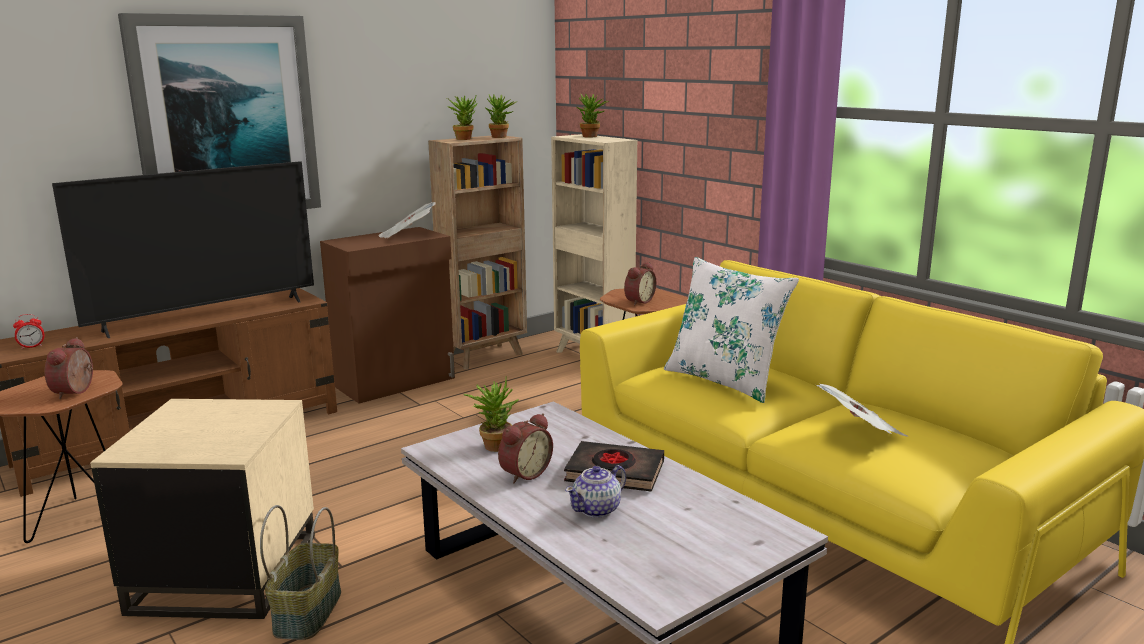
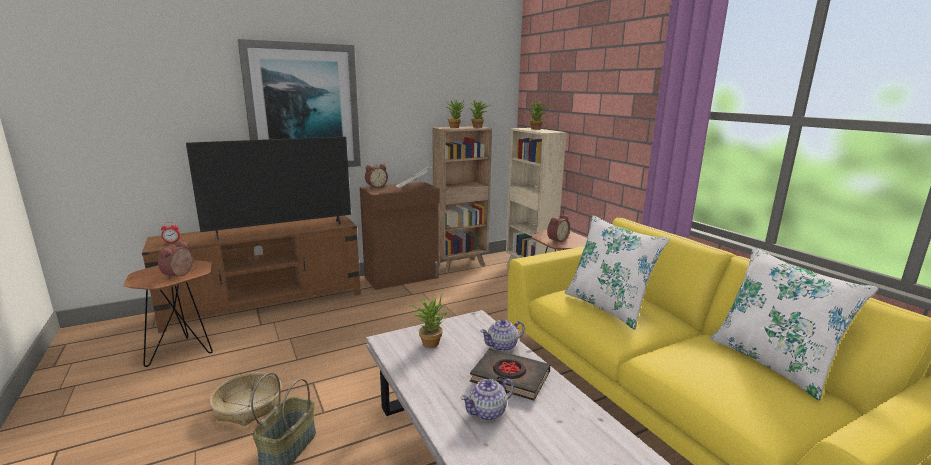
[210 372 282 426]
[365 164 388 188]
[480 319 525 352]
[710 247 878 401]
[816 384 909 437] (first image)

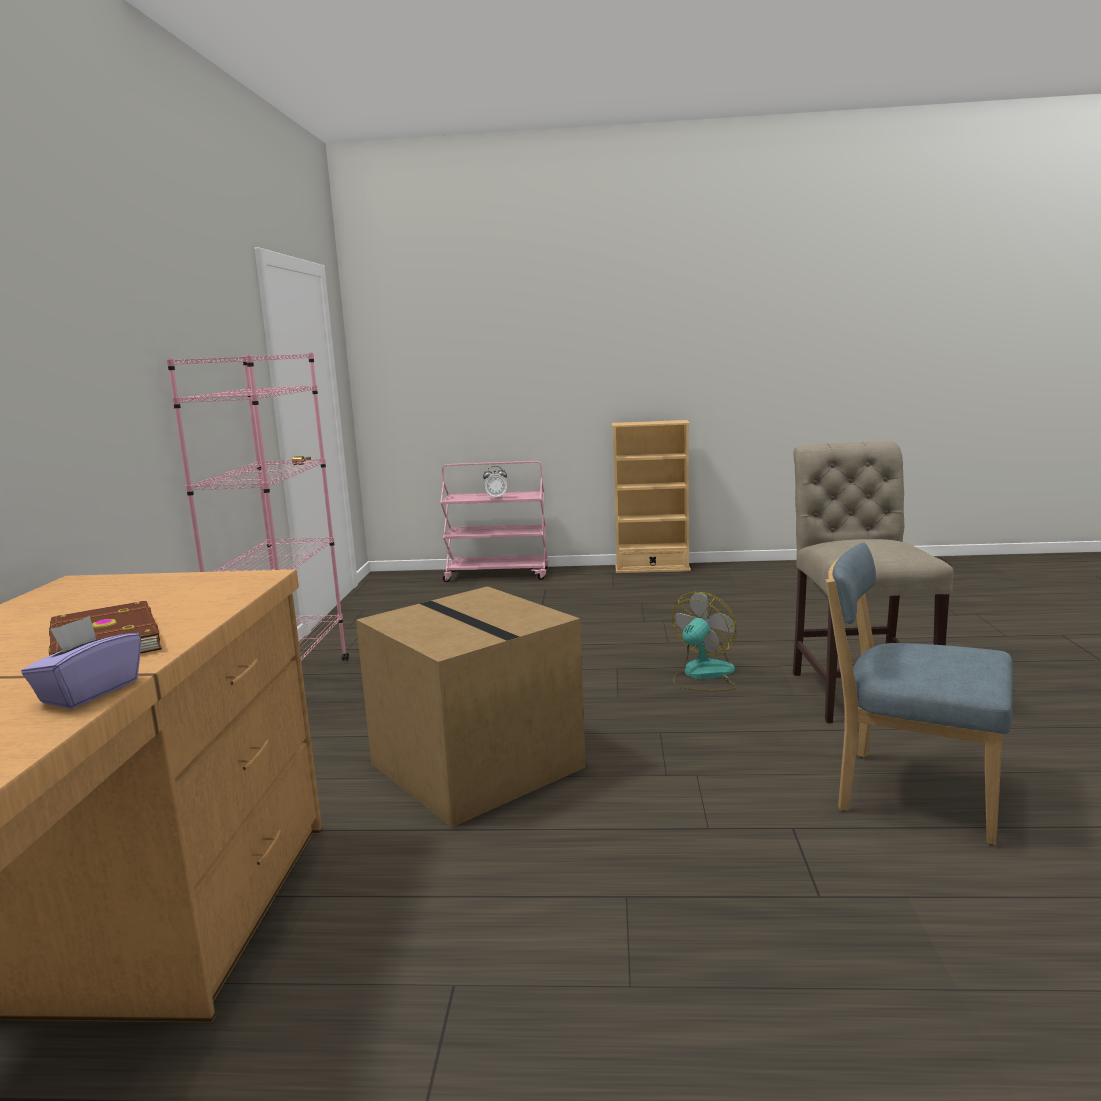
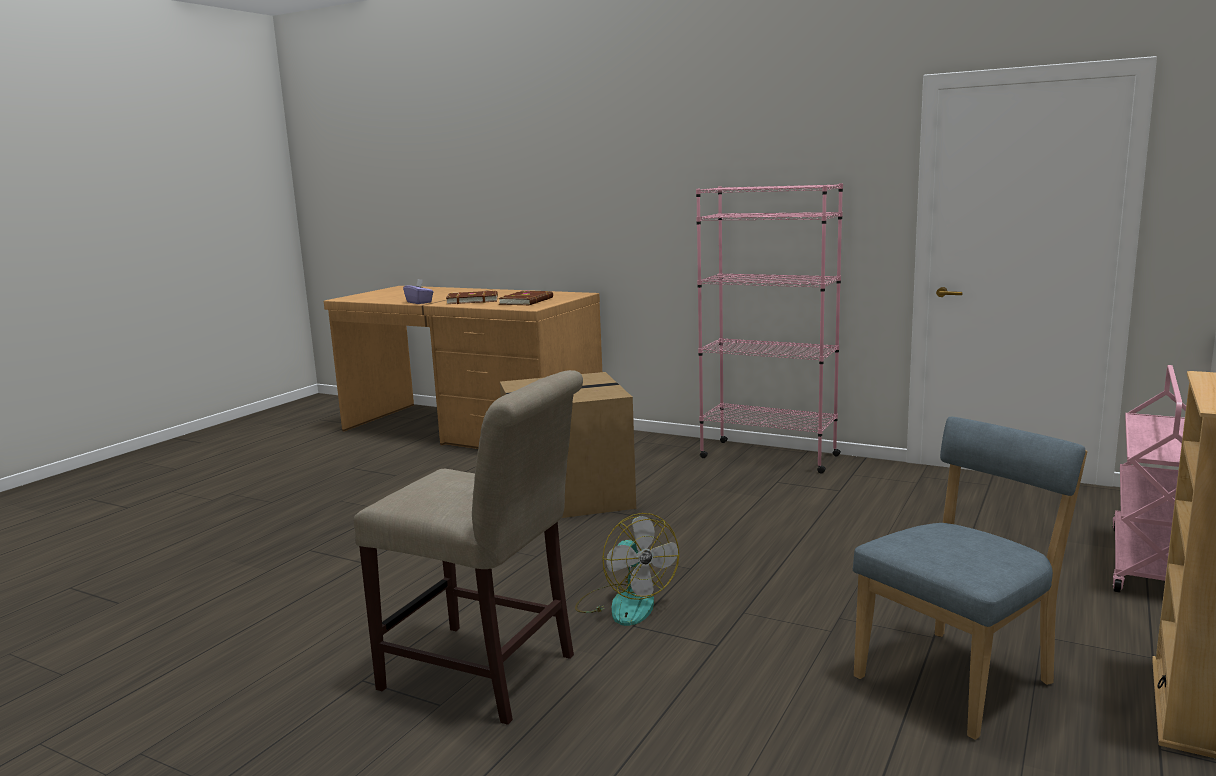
[498 290 553 305]
[853 417 1088 740]
[483 466 507 498] (first image)

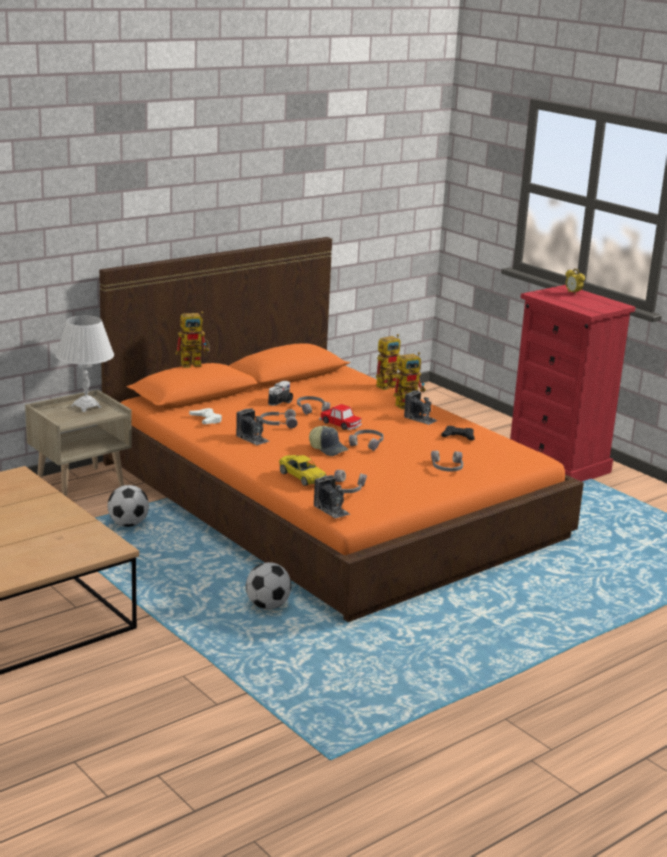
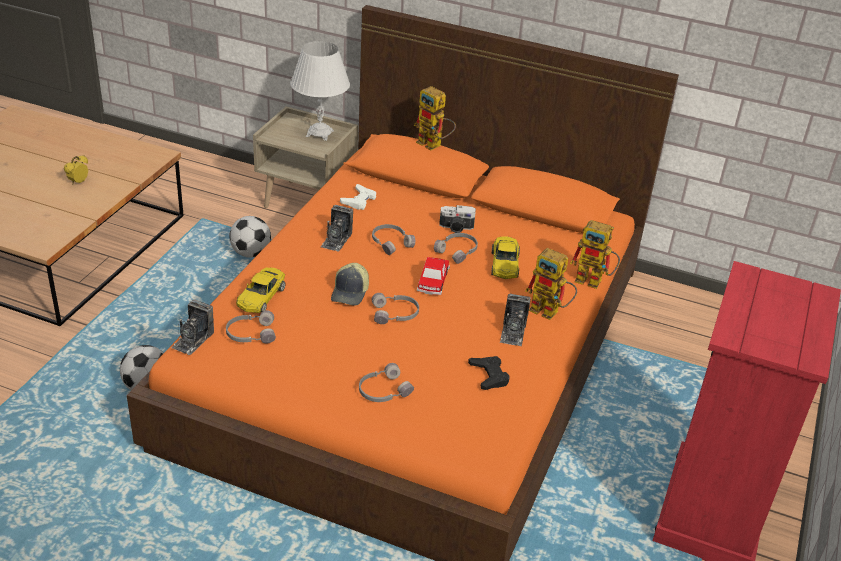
[64 155 88 185]
[491 236 520 279]

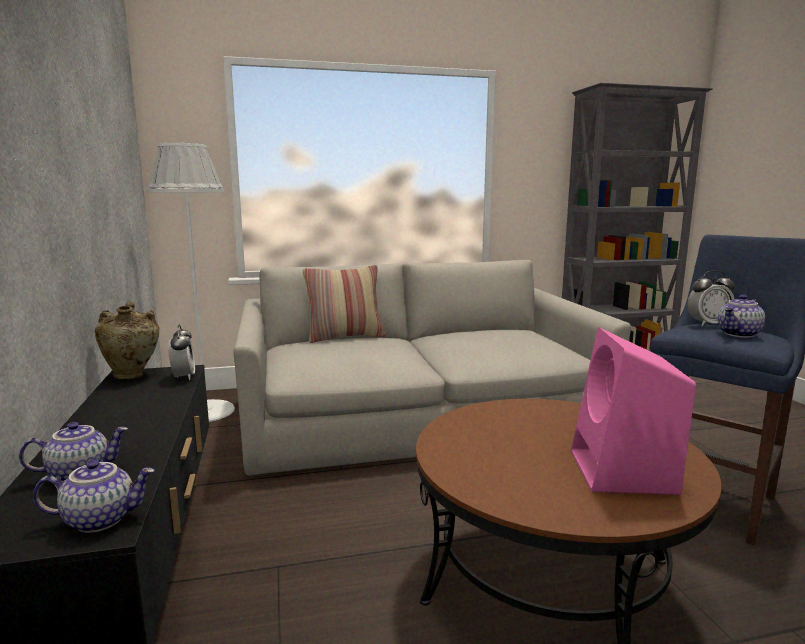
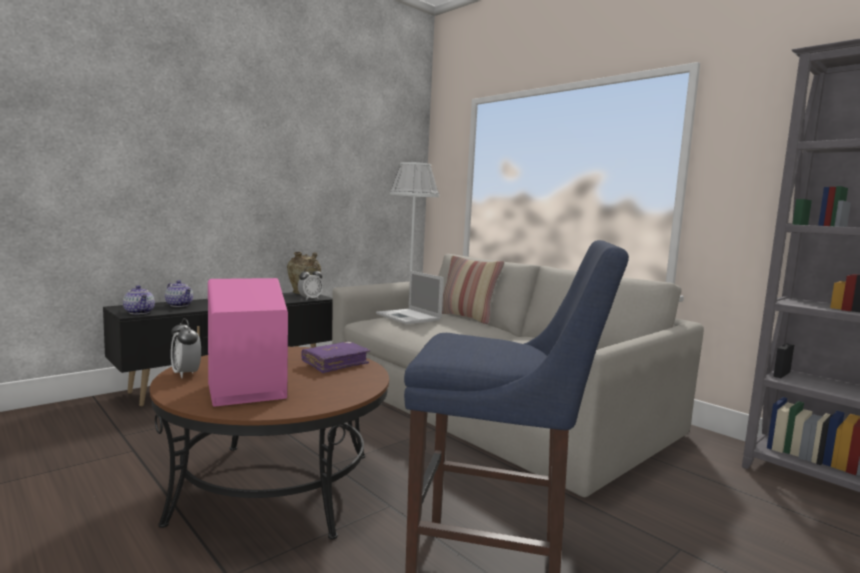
[171 318 201 378]
[301 341 370 373]
[376 271 444 324]
[717 295 765 338] (first image)

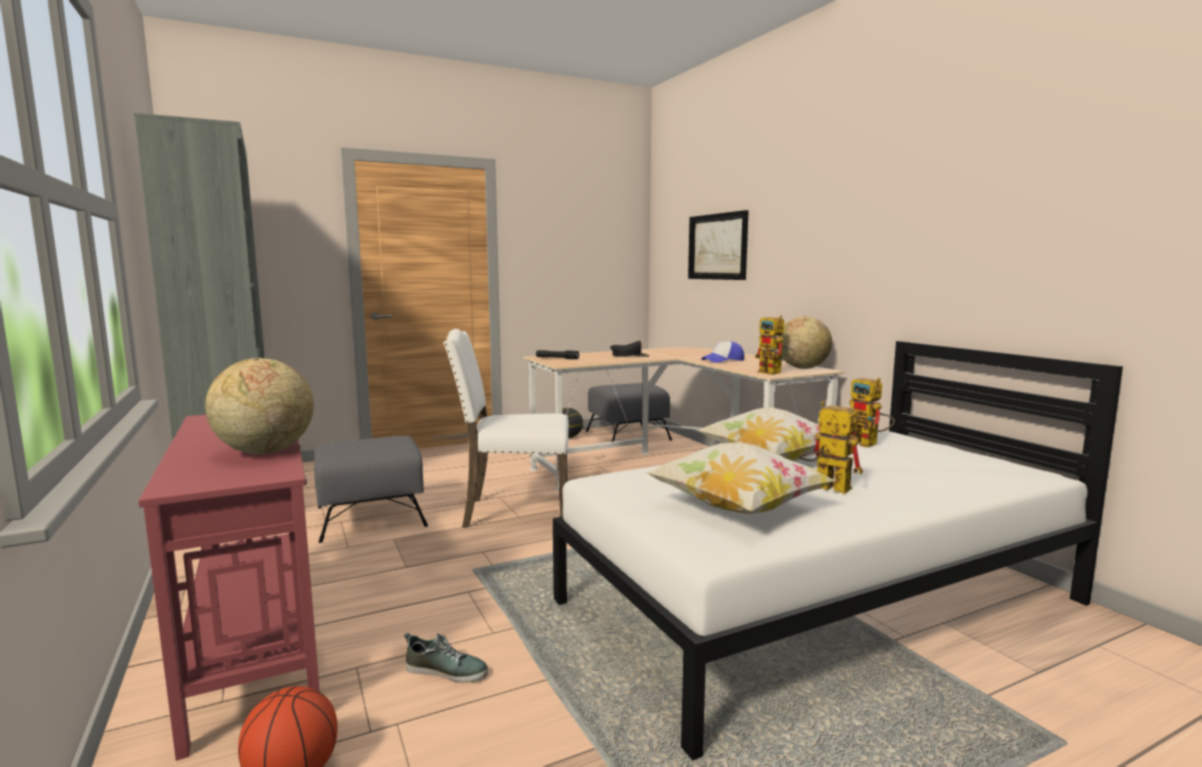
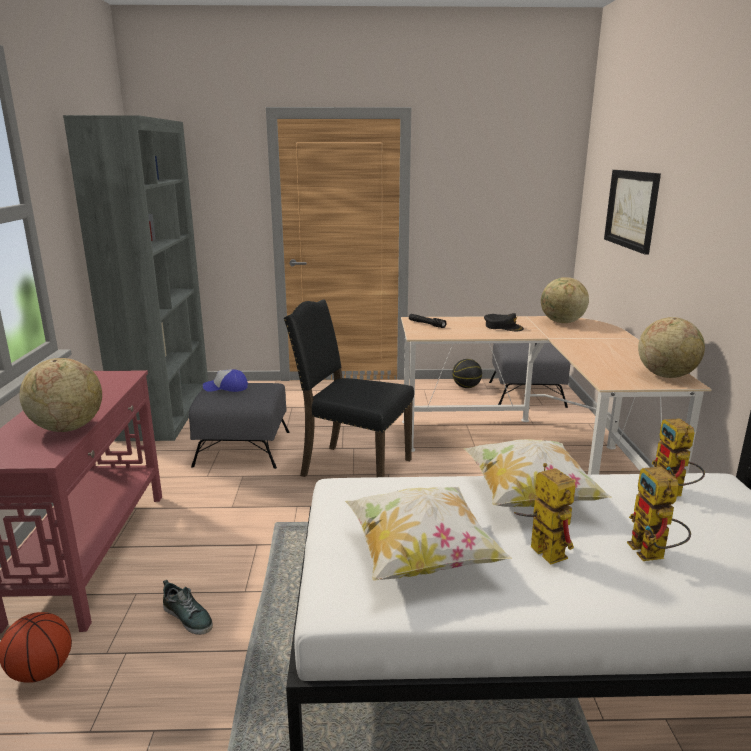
[203 369 248 392]
[284 300 414 477]
[541 277 589 323]
[627 467 691 561]

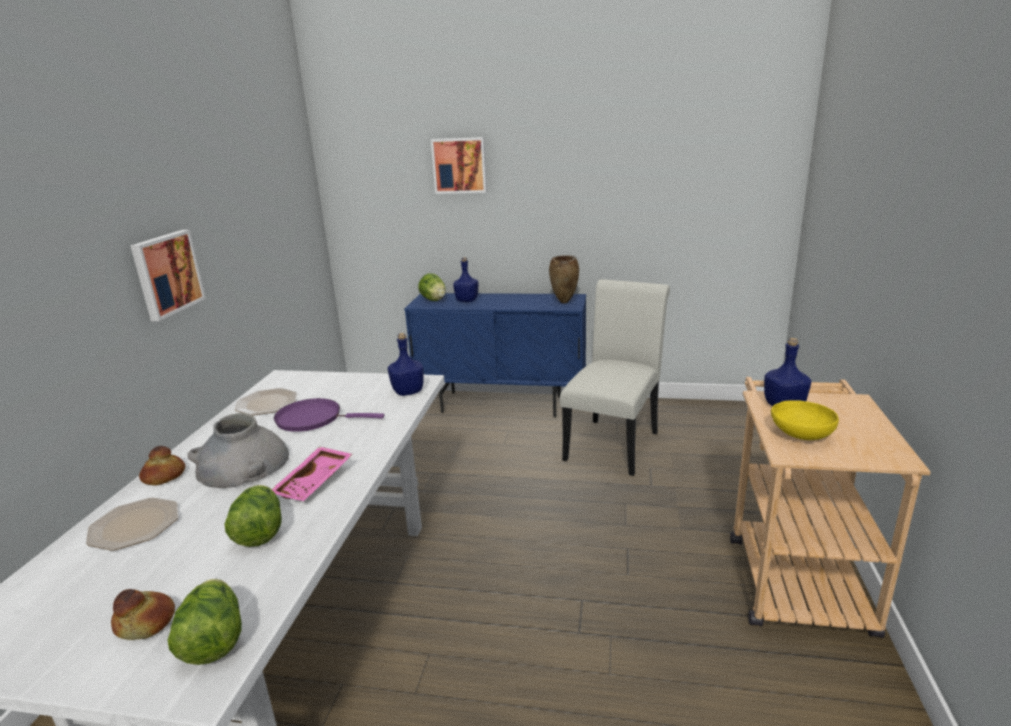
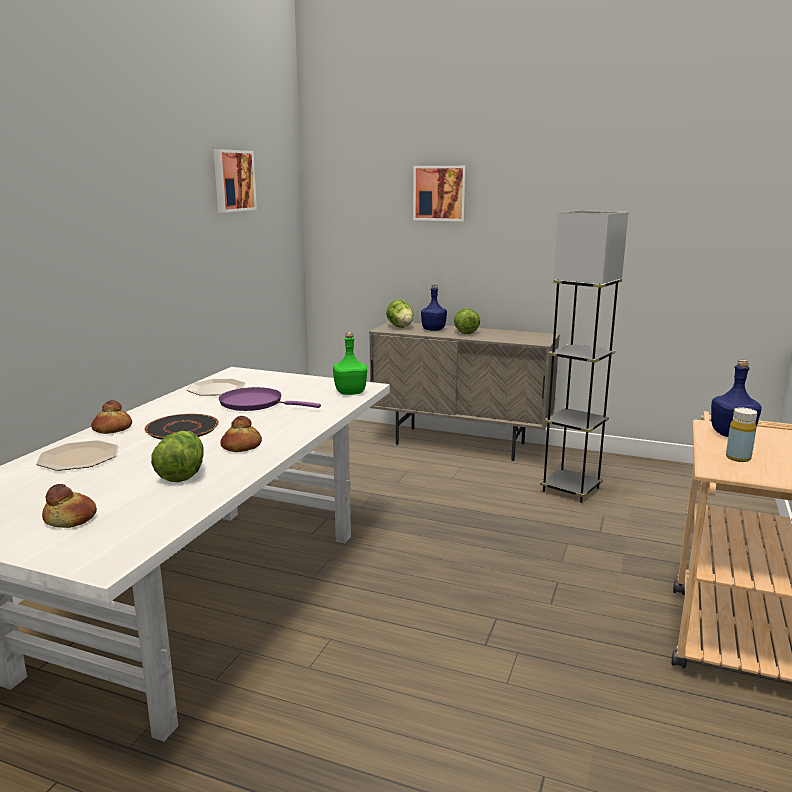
[144 414 219 440]
[214 149 257 213]
[220 416 262 452]
[333 332 367 395]
[369 321 560 461]
[454 308 480 334]
[540 210 628 503]
[726 408 757 462]
[549 255 579 303] (first image)

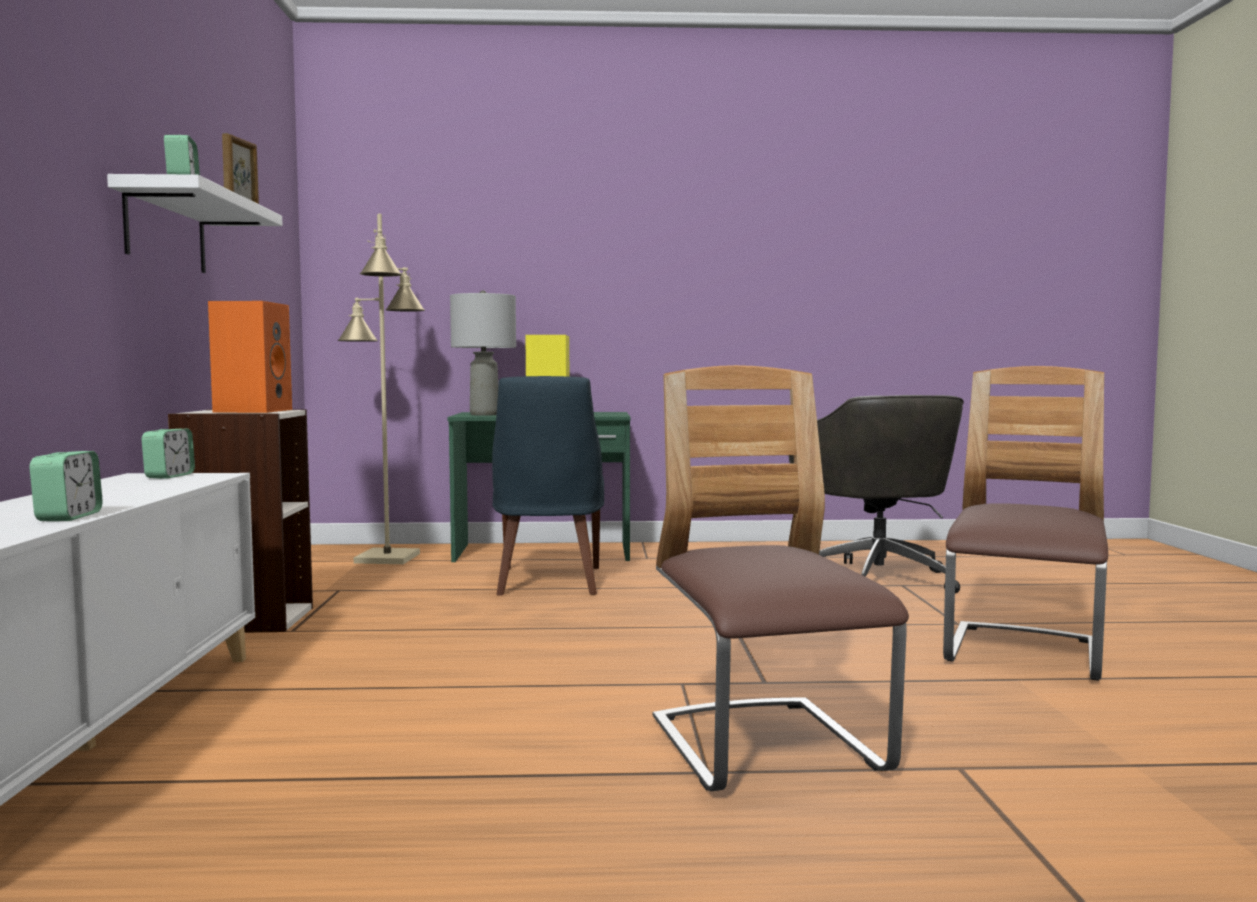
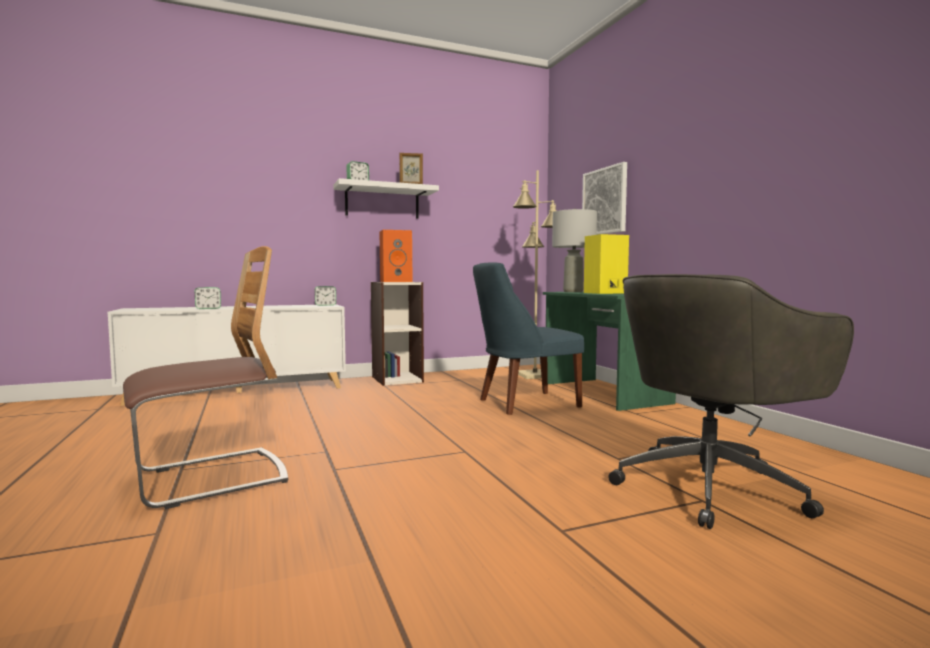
[582 162 627 235]
[943 366 1108 681] (first image)

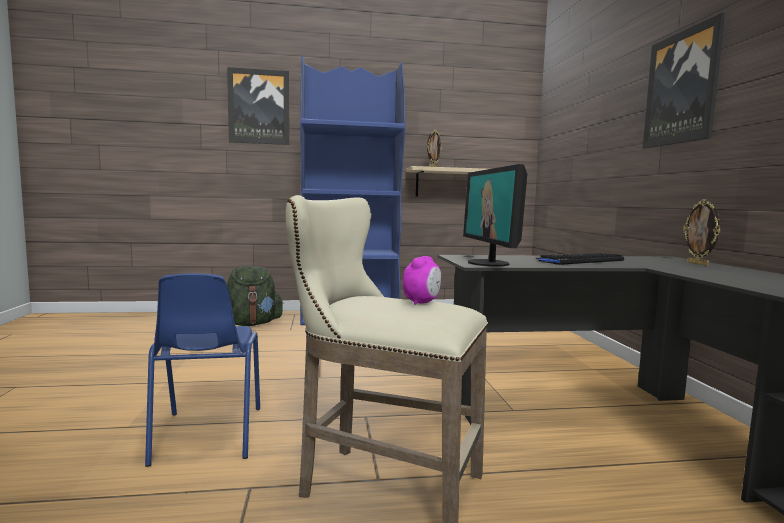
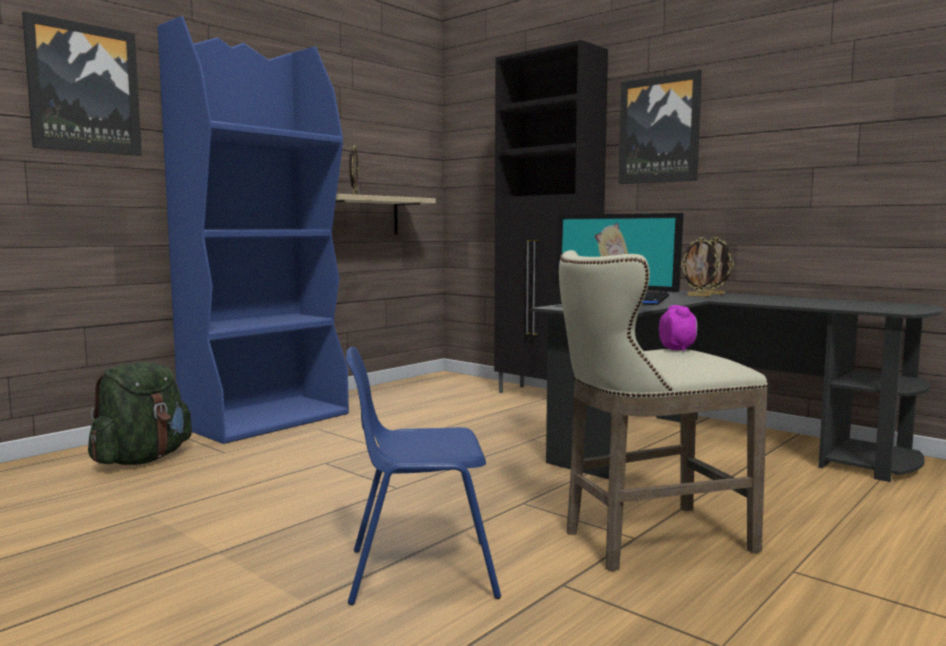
[346 347 501 605]
[494 40 608 393]
[681 237 720 297]

